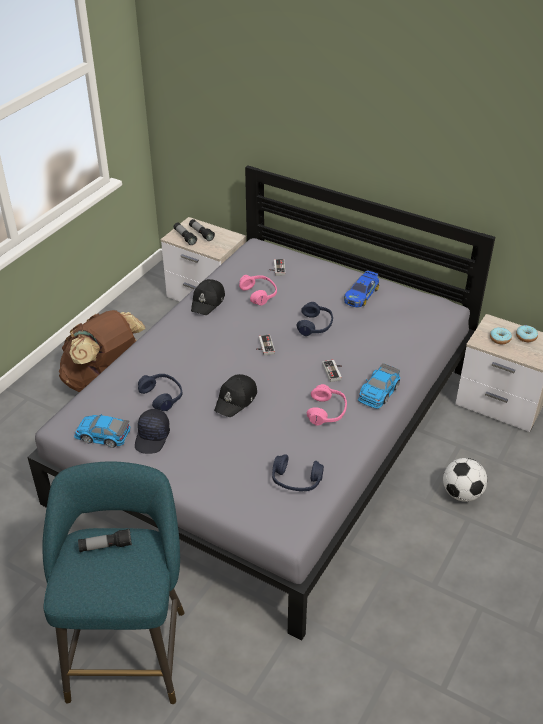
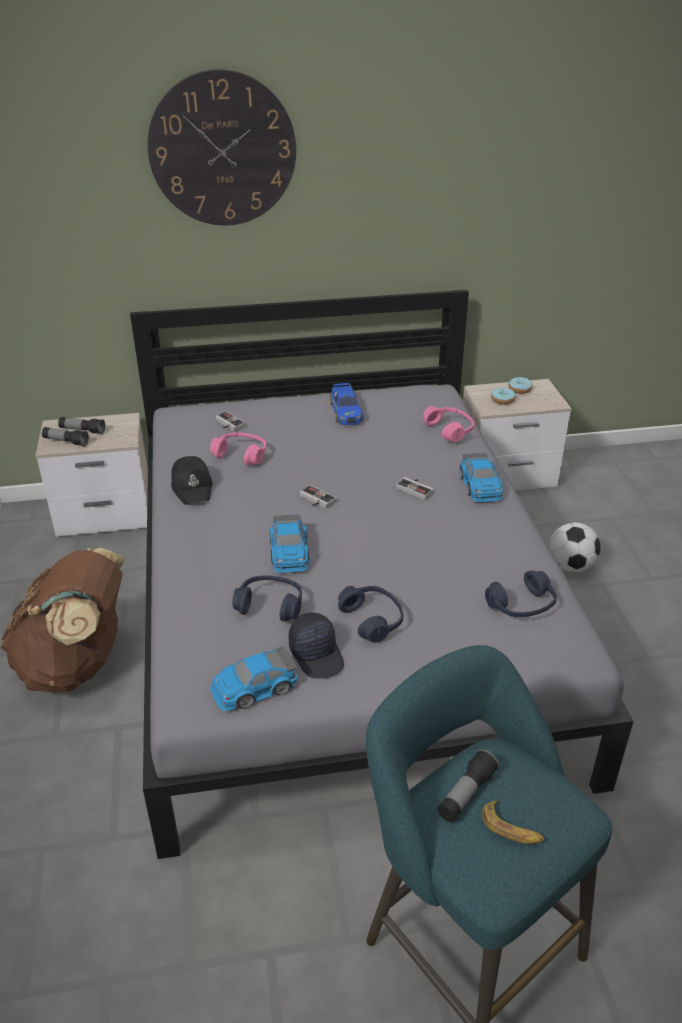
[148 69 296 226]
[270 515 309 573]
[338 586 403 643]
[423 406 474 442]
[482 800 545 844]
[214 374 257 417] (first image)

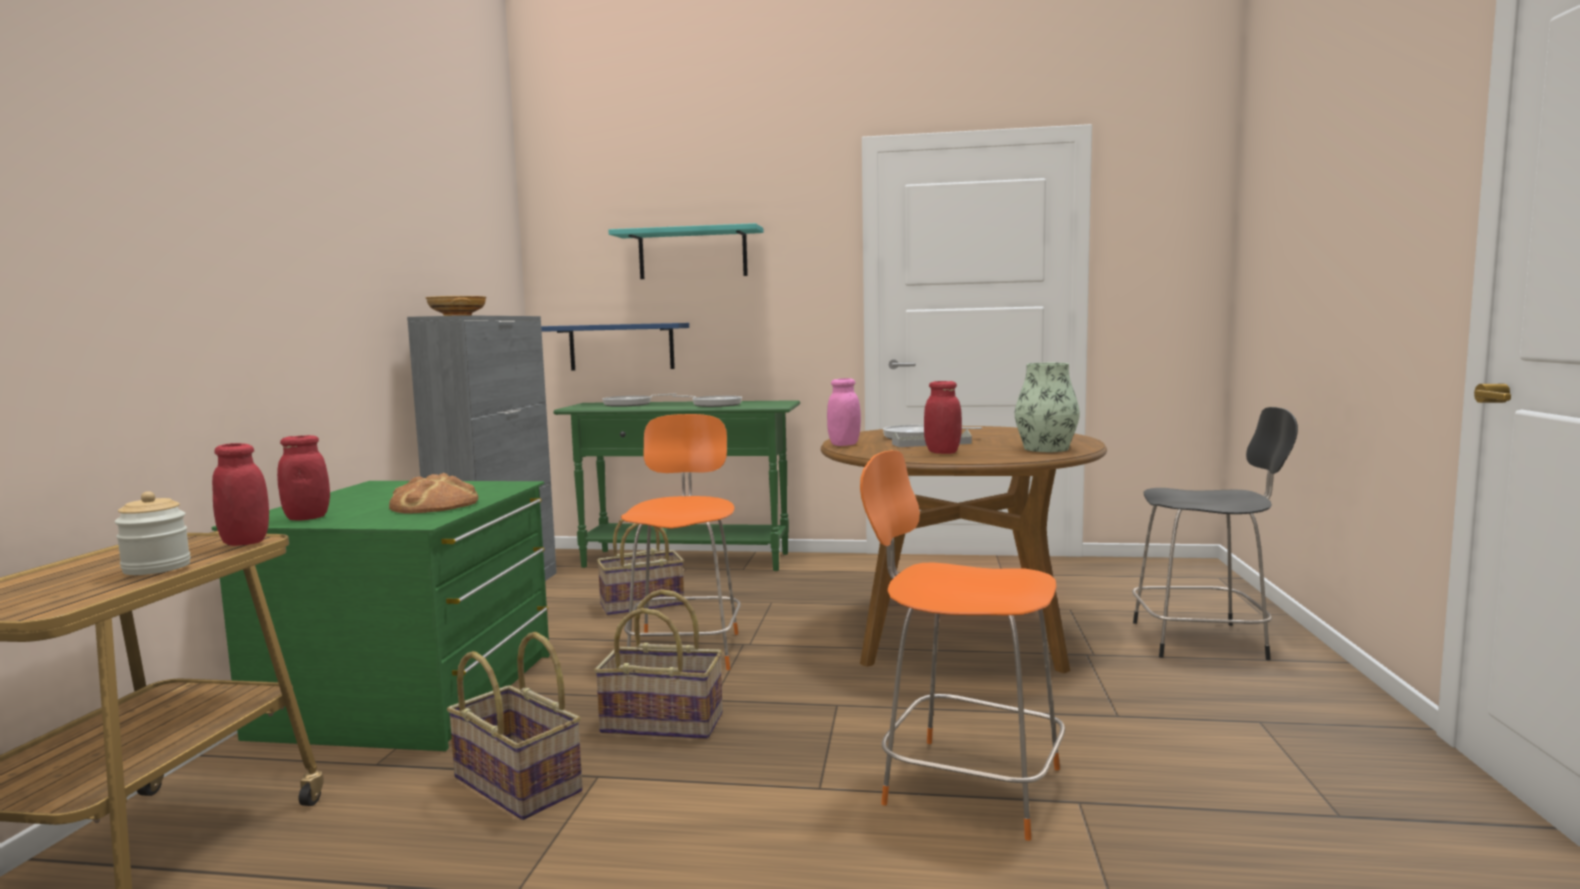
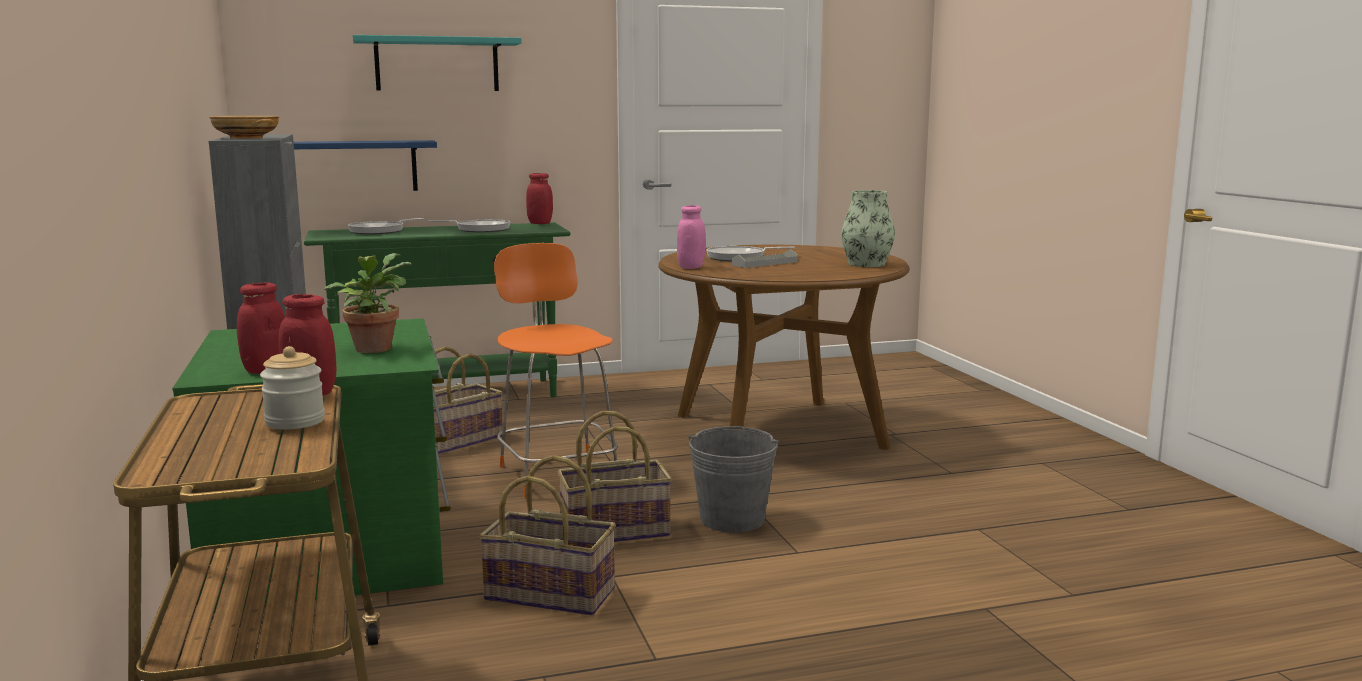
[324 253 412 353]
[526 173 553 224]
[688 426 779 533]
[860 450 1065 841] (first image)
[1132 407 1298 660] (first image)

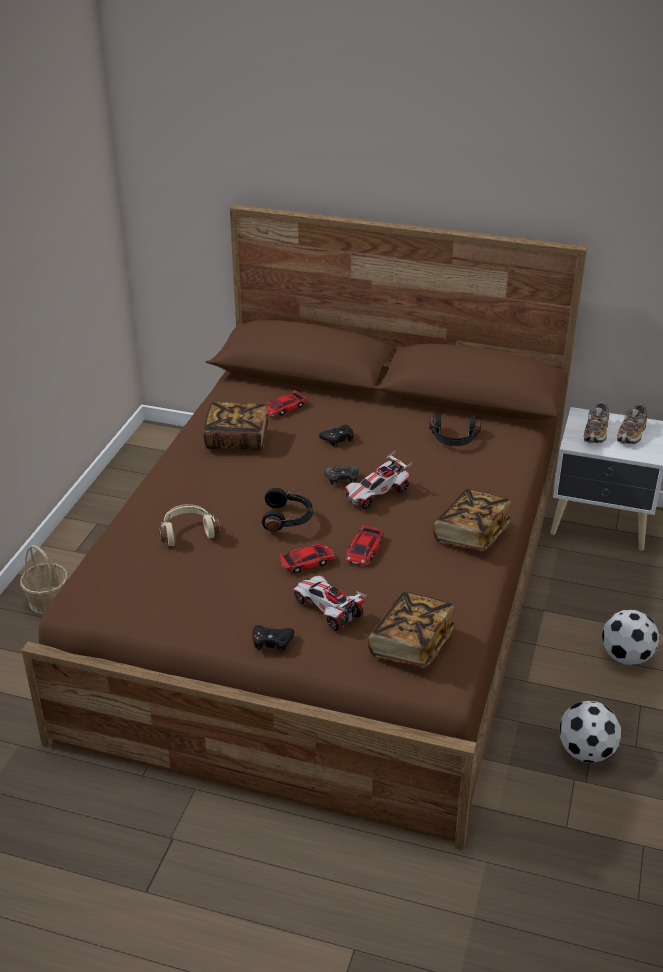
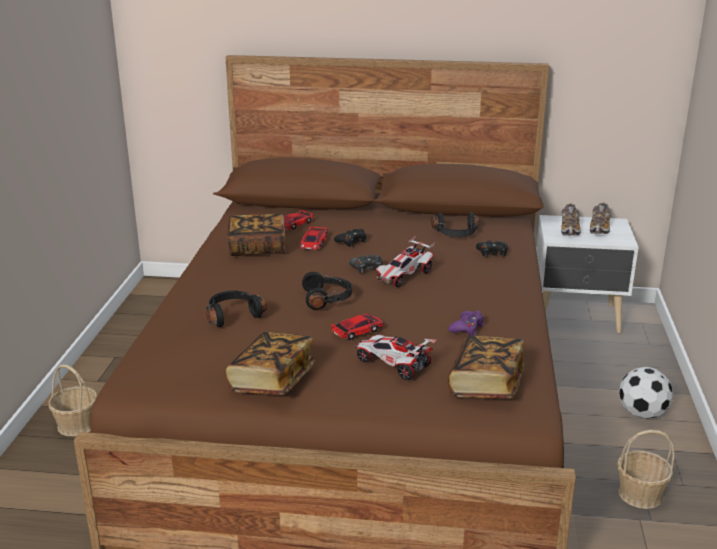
[206 290 267 327]
[225 332 315 395]
[300 226 328 250]
[448 311 484 336]
[476 240 508 257]
[617 430 675 509]

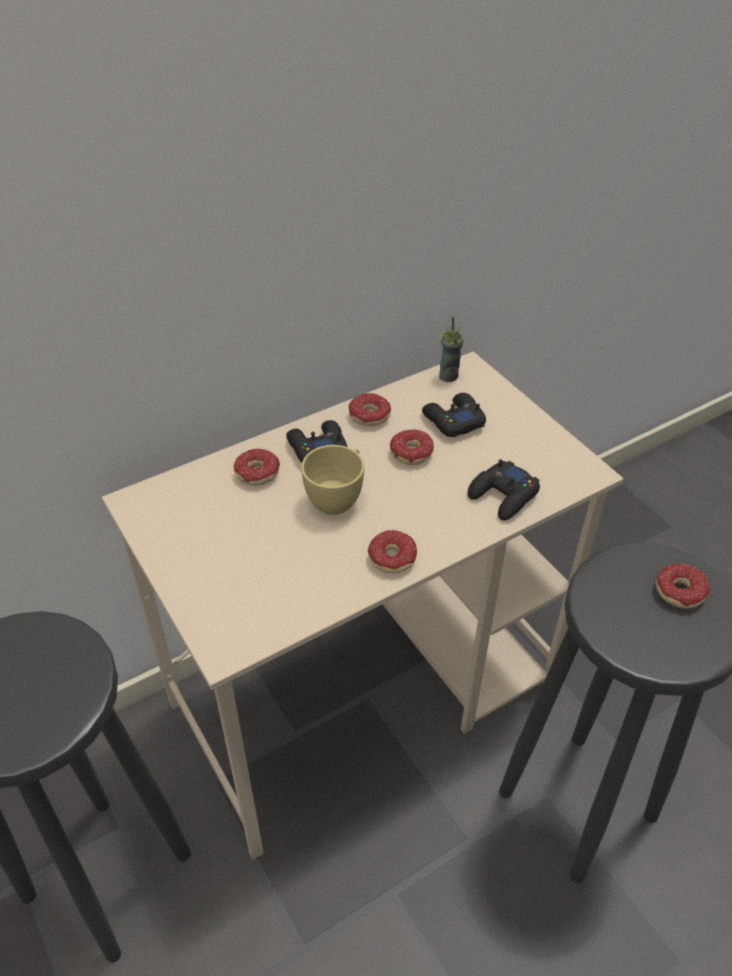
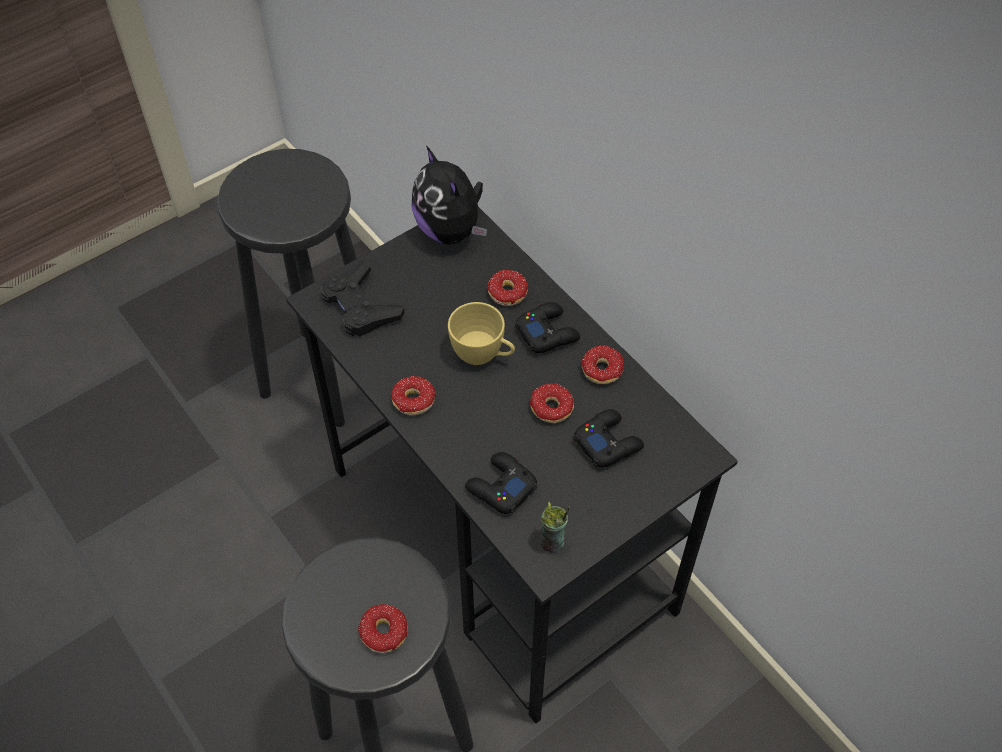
[286 207 738 724]
[321 259 405 336]
[411 146 487 245]
[540 502 570 554]

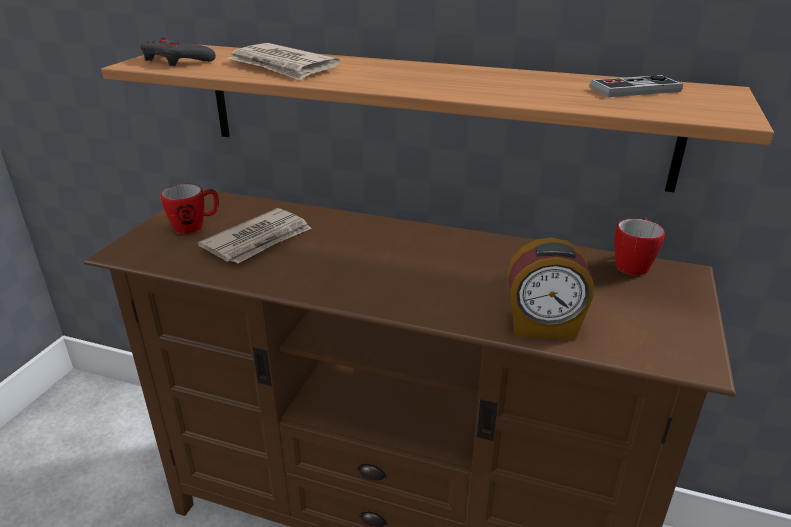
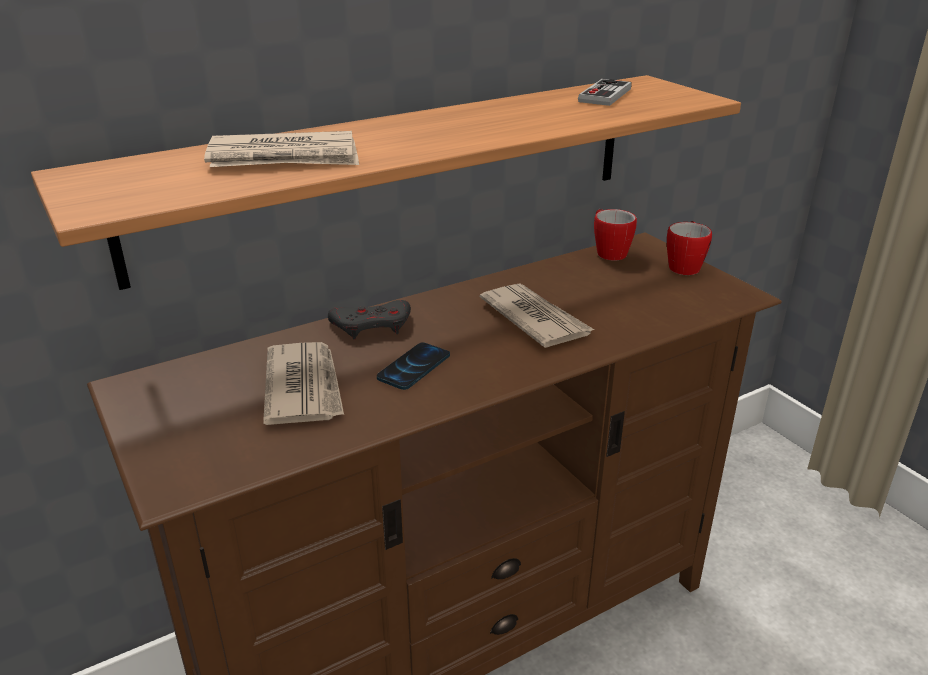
[328 300 411 340]
[377 342 450 390]
[480 283 594 348]
[667 221 712 275]
[508 237 594 339] (first image)

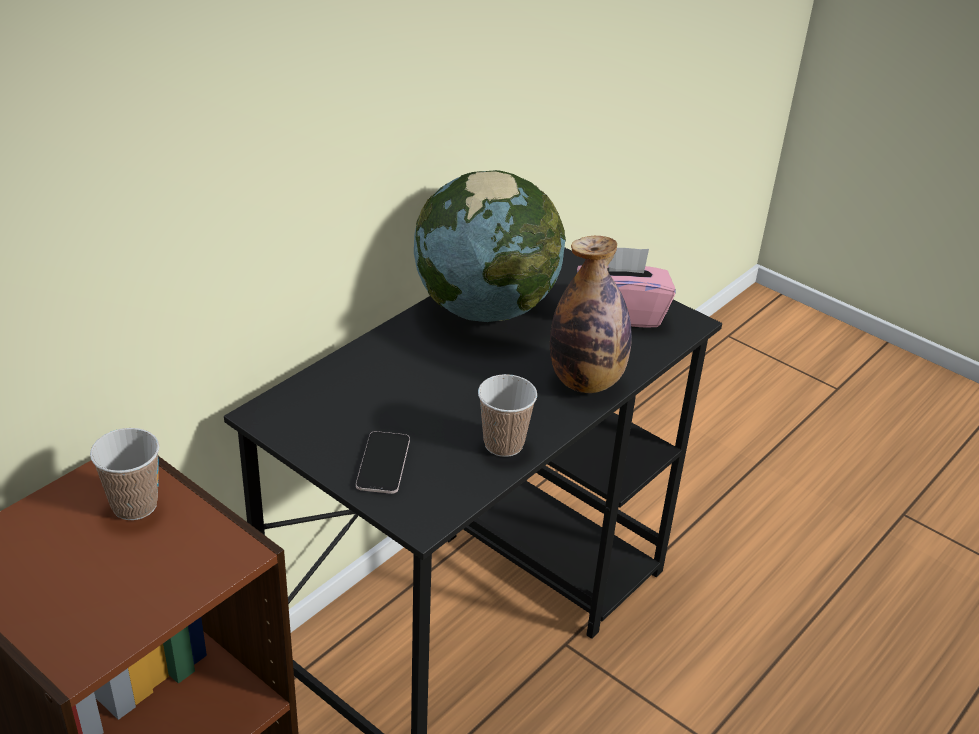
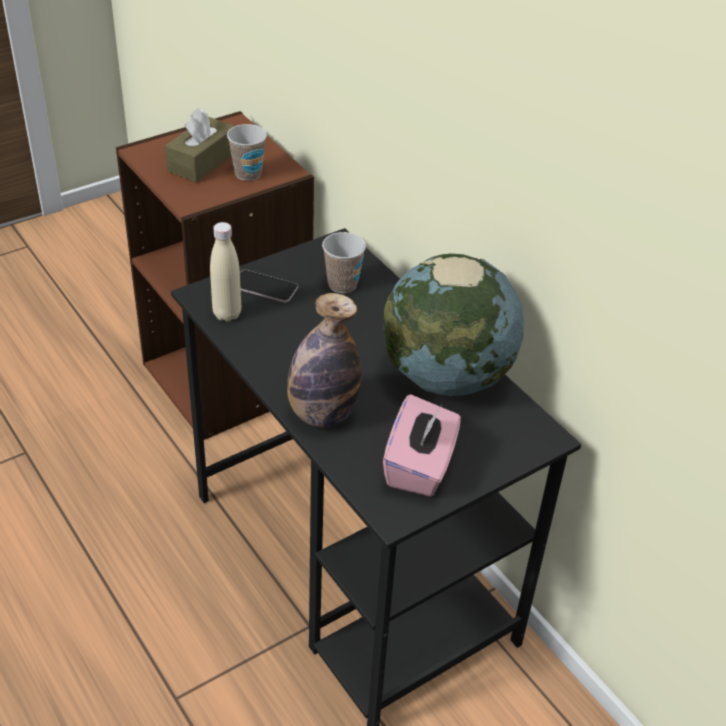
[165 108 235 183]
[210 222 241 322]
[322 232 366 293]

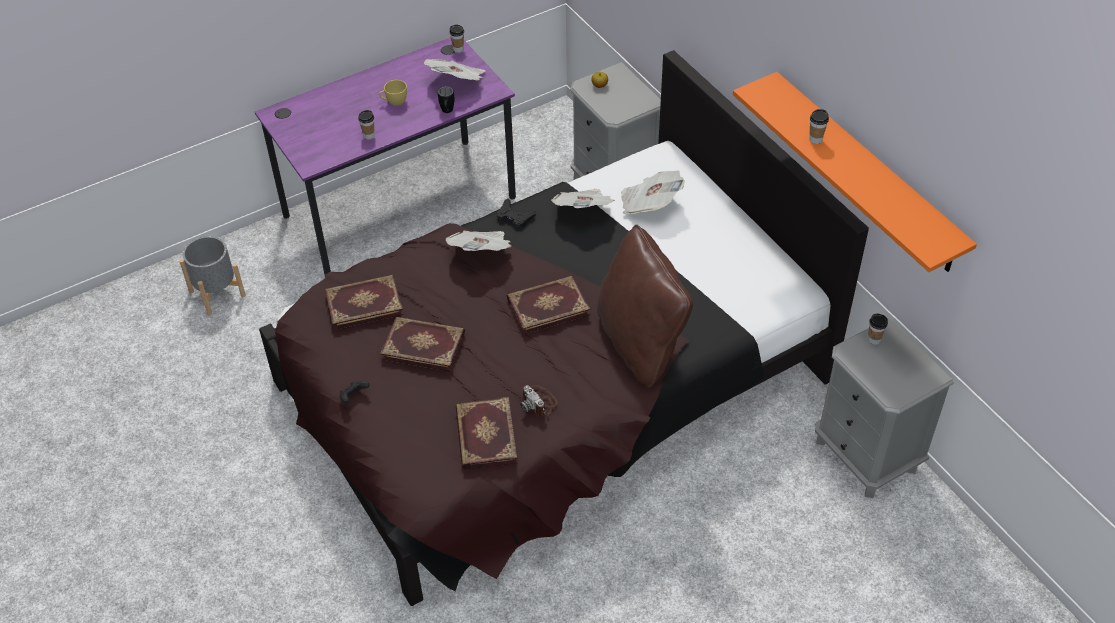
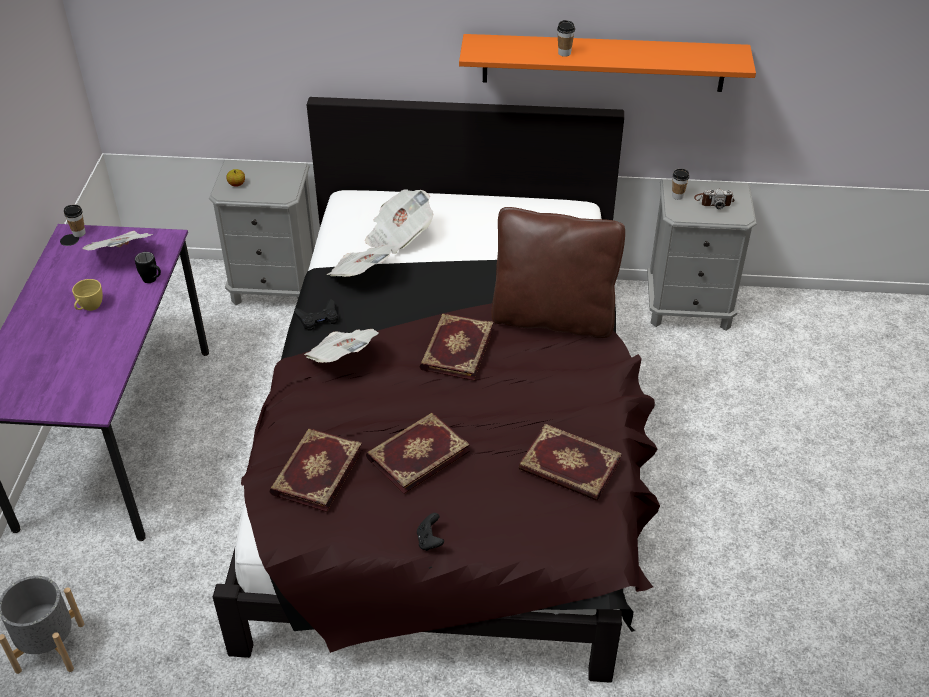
[694 189 734 209]
[358 110 375 139] (first image)

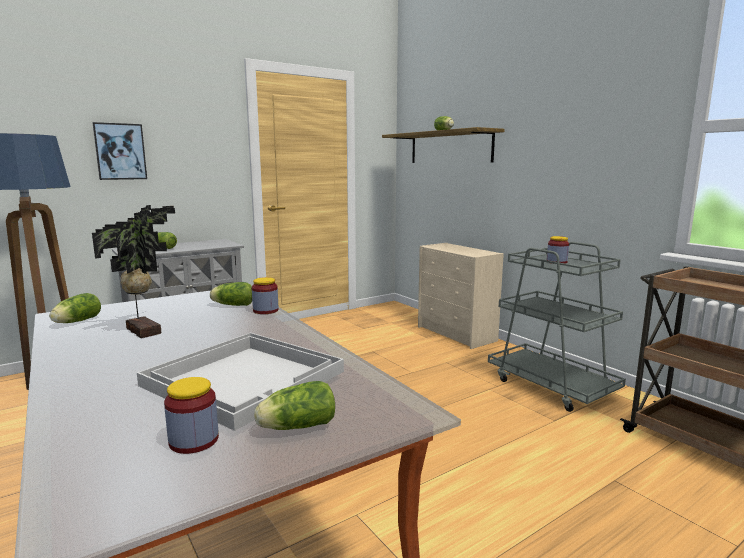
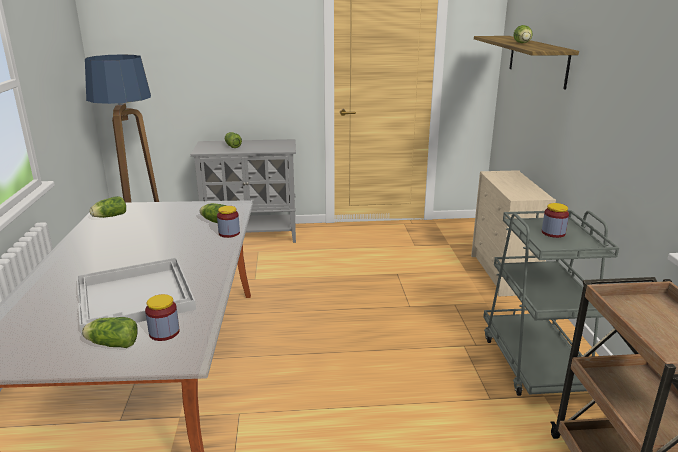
[145 294 179 341]
[92 122 147 180] (first image)
[92 205 175 338] (first image)

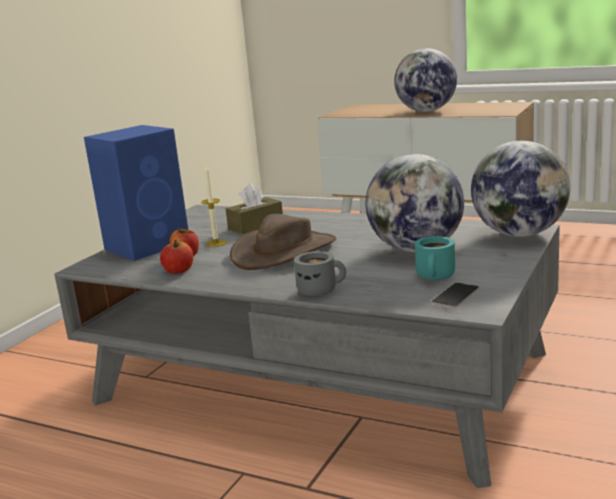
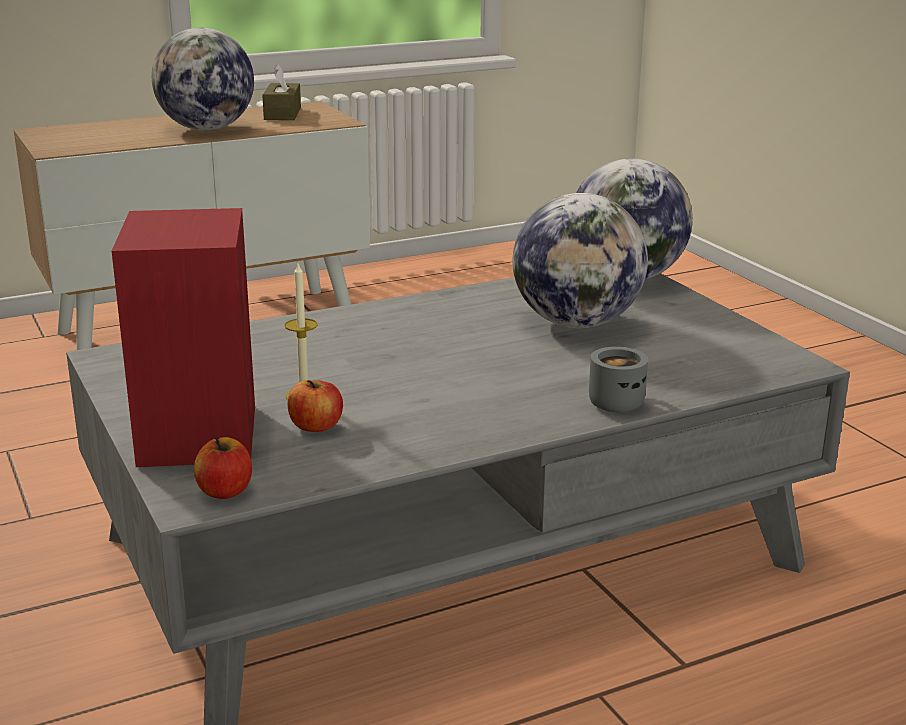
[112 208 255 467]
[194 436 252 499]
[262 64 301 120]
[230 214 337 270] (first image)
[415 236 455 280] (first image)
[431 283 479 308] (first image)

